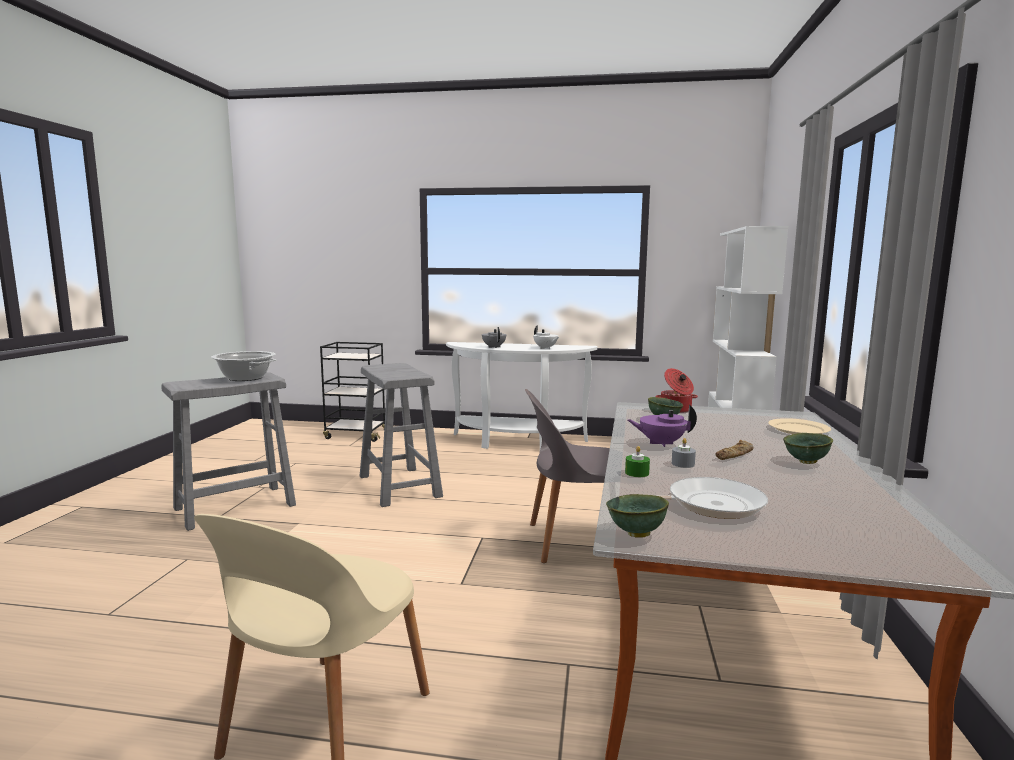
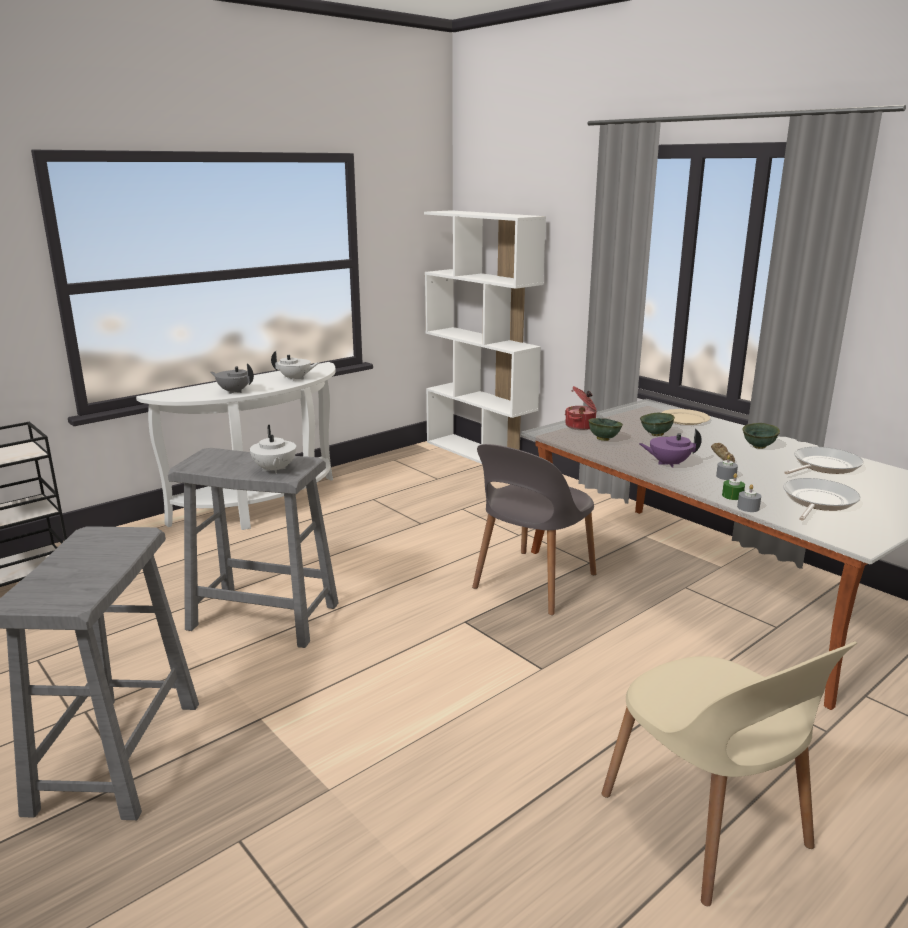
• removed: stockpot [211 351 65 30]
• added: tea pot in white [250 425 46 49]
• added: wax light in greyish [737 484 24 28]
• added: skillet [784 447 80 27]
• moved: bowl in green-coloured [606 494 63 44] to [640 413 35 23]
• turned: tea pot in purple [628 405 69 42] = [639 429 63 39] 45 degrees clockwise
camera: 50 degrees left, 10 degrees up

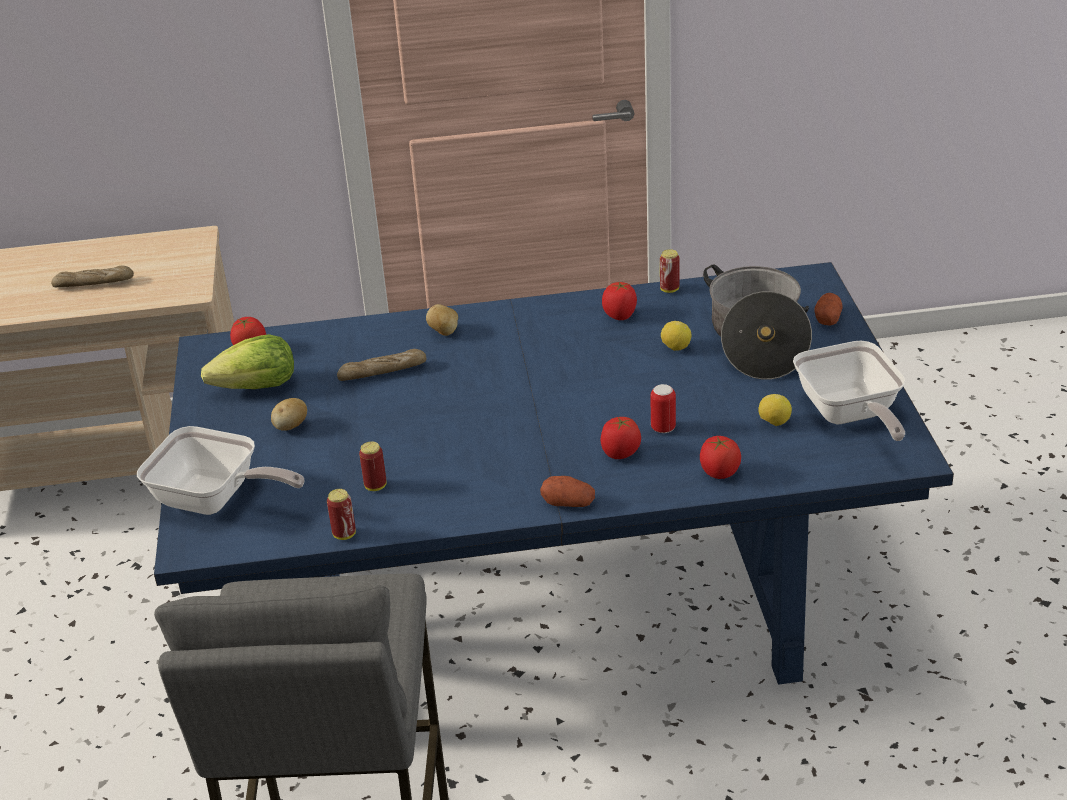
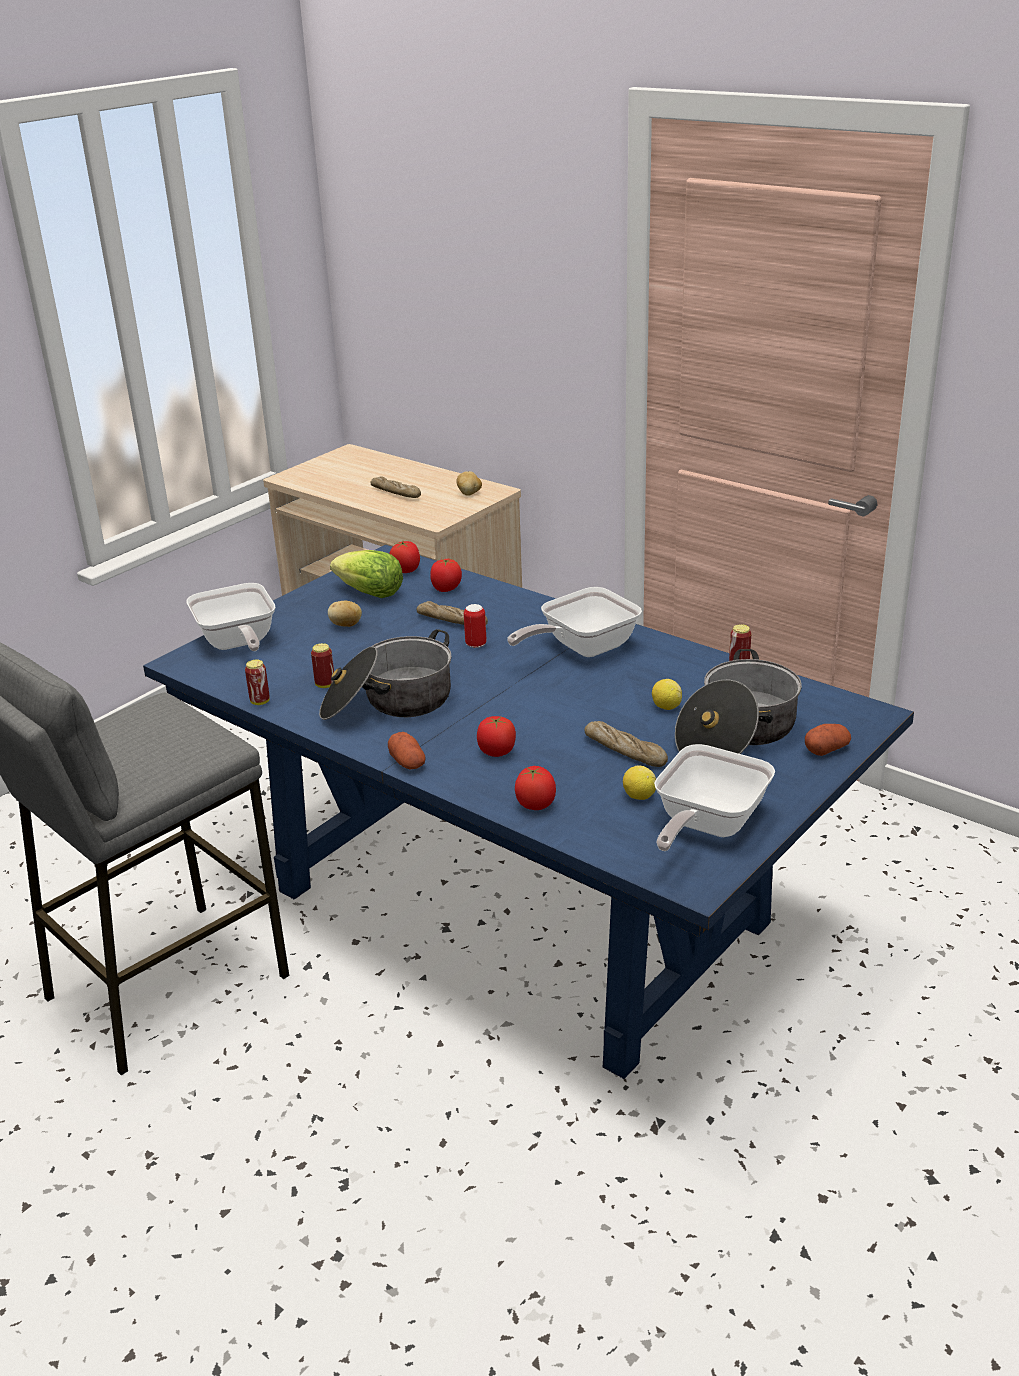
• added: stockpot [319 629 133 91]
• added: skillet [507 587 135 70]
• added: baked bread [584 721 84 46]
• moved: whole potato [426 304 32 32] to [456 471 26 25]
• moved: whole tomato [602 282 35 38] to [430 559 32 33]
• moved: metal can [650 384 26 49] to [464 604 23 44]
camera: 45 degrees right, 5 degrees down

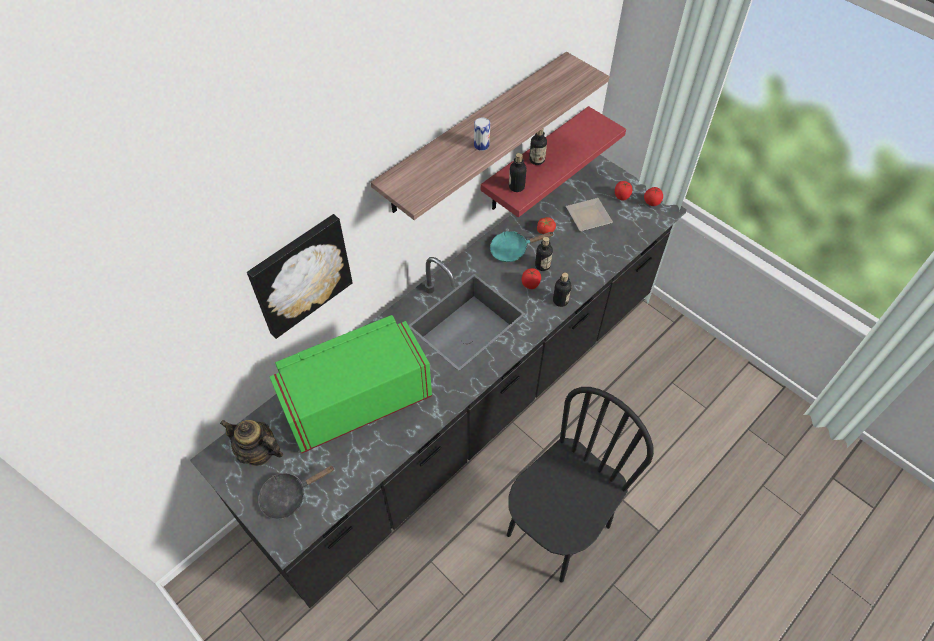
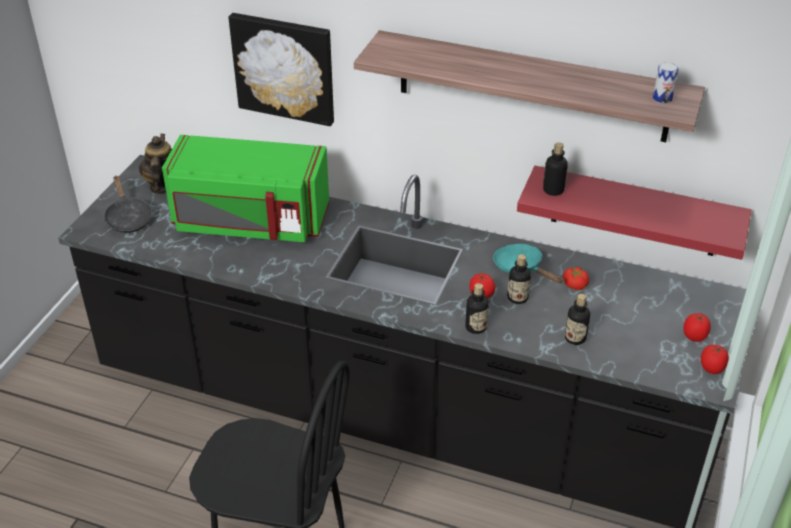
• removed: flat dish [566 198 47 33]
• moved: metal can [474 118 16 33] to [653 62 25 42]
• moved: bottle [529 128 18 37] to [565 294 25 51]
• turned: skillet in black [258 466 77 53] = [104 176 48 57] 150 degrees counterclockwise
• turned: microwave oven in green-coloured [270 315 162 138] = [162 135 167 107] 150 degrees clockwise
camera: 65 degrees right, 15 degrees down

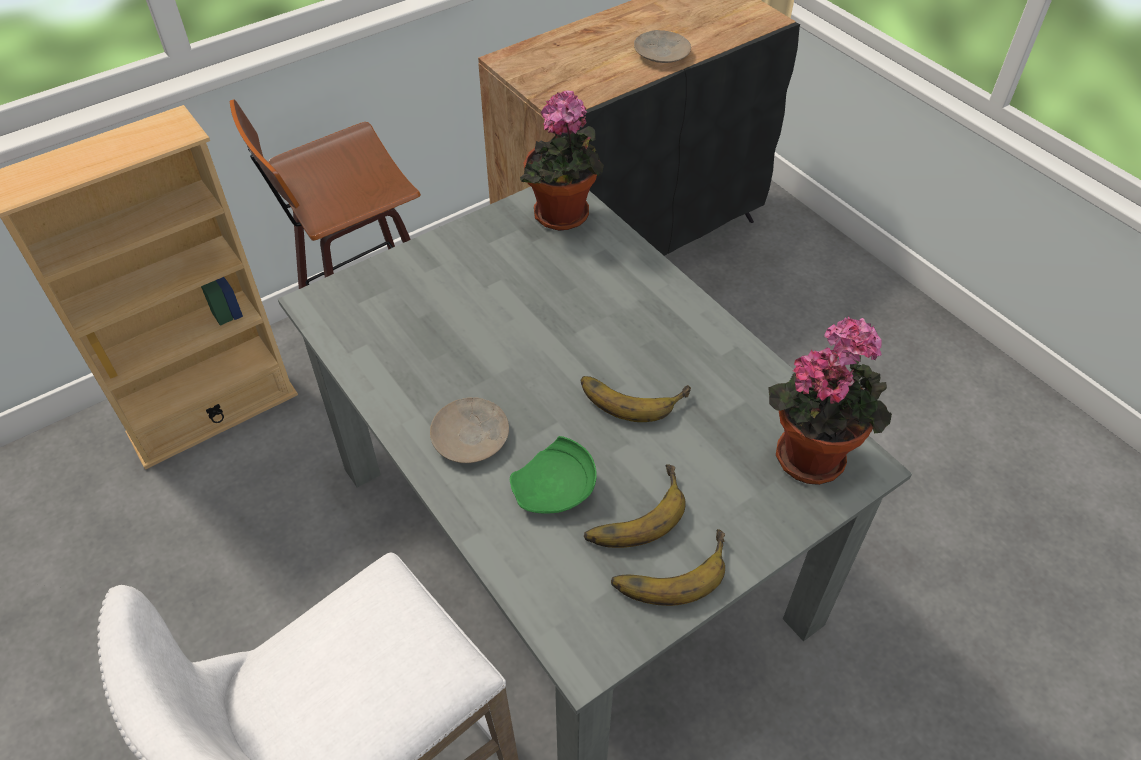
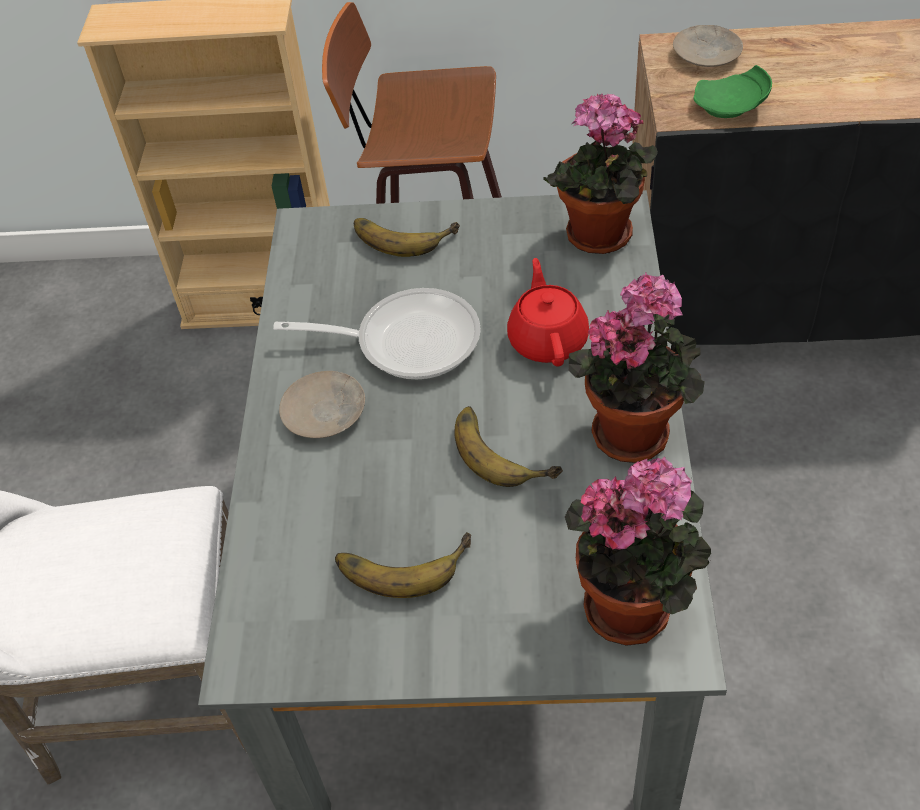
• added: skillet [273 288 208 92]
• added: tea pot in red-coloured [507 258 82 108]
• added: potted plant [569 272 136 191]
• moved: flat dish in green-coloured [510 436 87 77] to [693 65 79 53]
• moved: banana [611 529 114 77] to [354 218 106 39]
• moved: flat dish in beige-coloured [634 30 57 33] to [673 25 70 42]
camera: 40 degrees right, 0 degrees up

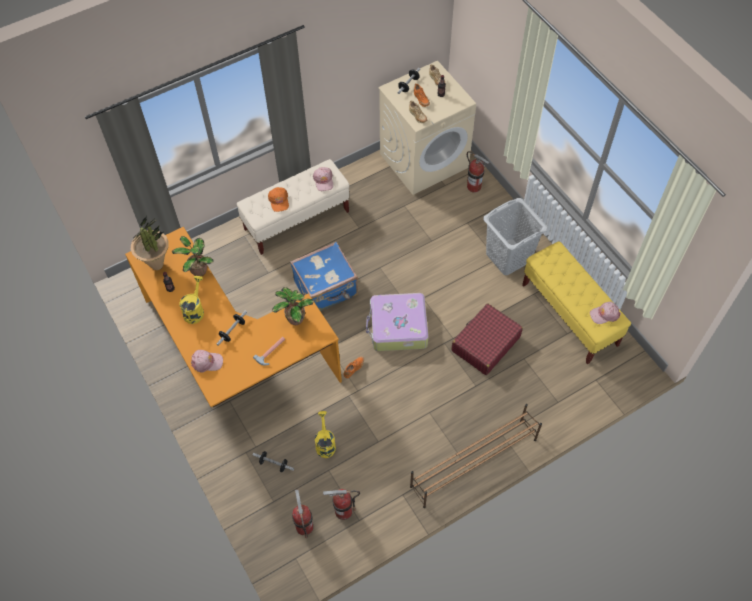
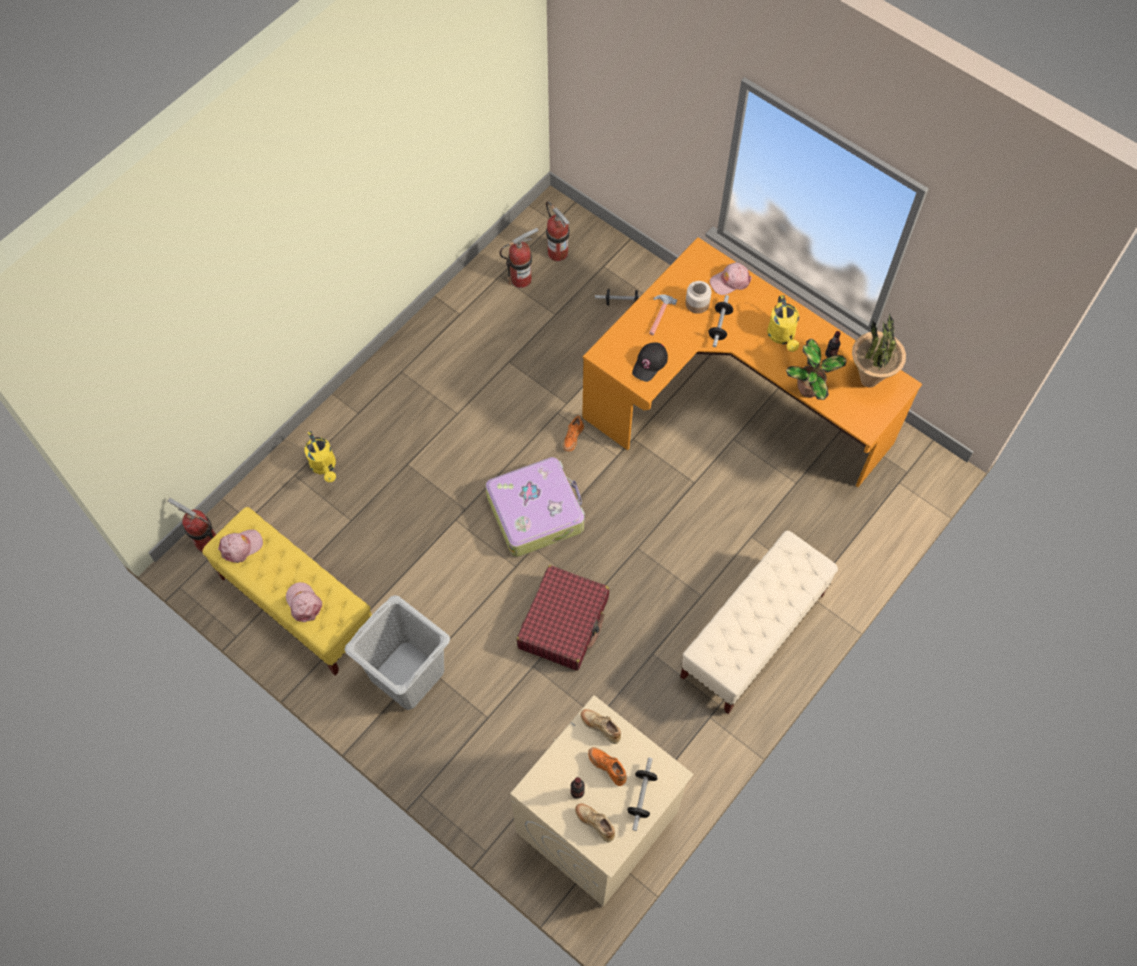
• removed: cap in orange-coloured [268 187 21 25]
• removed: piece of luggage in blue-coloured [290 242 68 69]
• removed: shoe rack in brown-coloured [410 404 132 104]
• added: storage jar [685 281 26 33]
• moved: cap in pinkish [313 167 20 24] to [286 582 36 40]
• moved: watering can in yellow [315 411 21 47] to [305 431 31 52]
• moved: piece of luggage in red-coloured [451 304 72 71] to [516 565 93 106]
• moved: fire-fighting cylinder [467 151 23 42] to [168 498 48 54]
• replaced: potted plant [272 287 42 38] to cap in black [632 343 36 39]
camera: 160 degrees right, 5 degrees up

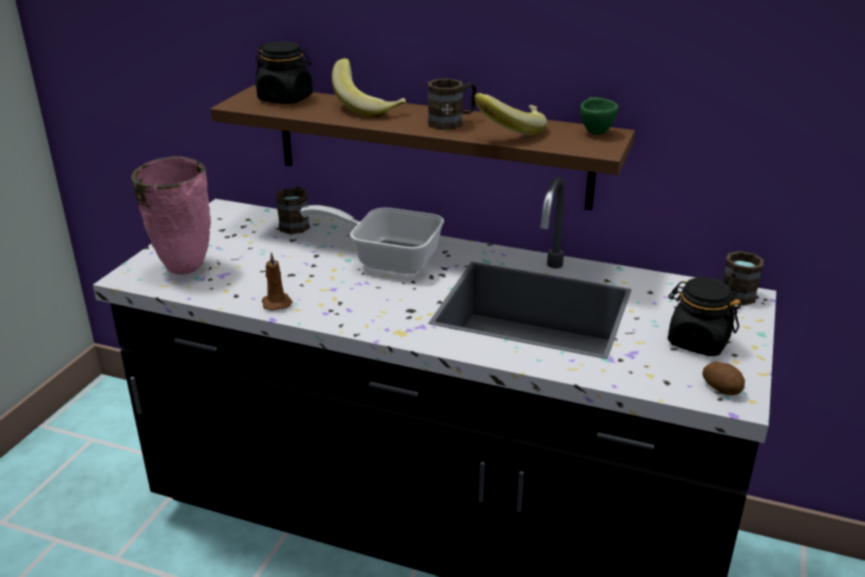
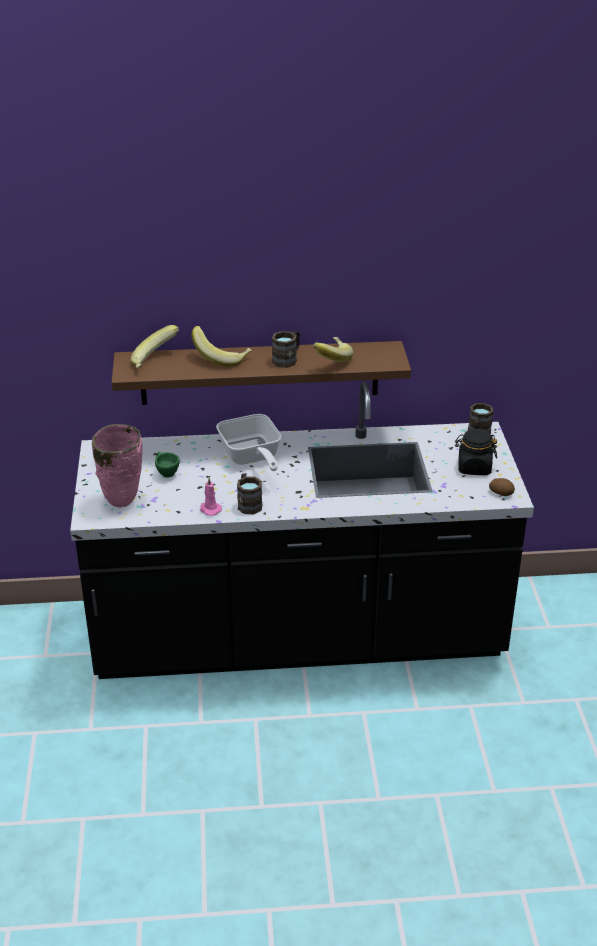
• moved: tea mug in brown-coloured [276 187 34 47] to [237 473 26 41]
• moved: drinking cup in green-coloured [580 97 38 38] to [155 452 25 26]
• replaced: storage jar in black [256 42 57 62] to banana [131 325 48 43]
• recoloured: wax light in brown-coloured [262 252 30 59] to wax light in pinkish [200 478 22 38]
• turned: skillet [300 205 144 69] = [216 414 66 57] 105 degrees counterclockwise
camera: 25 degrees left, 5 degrees up

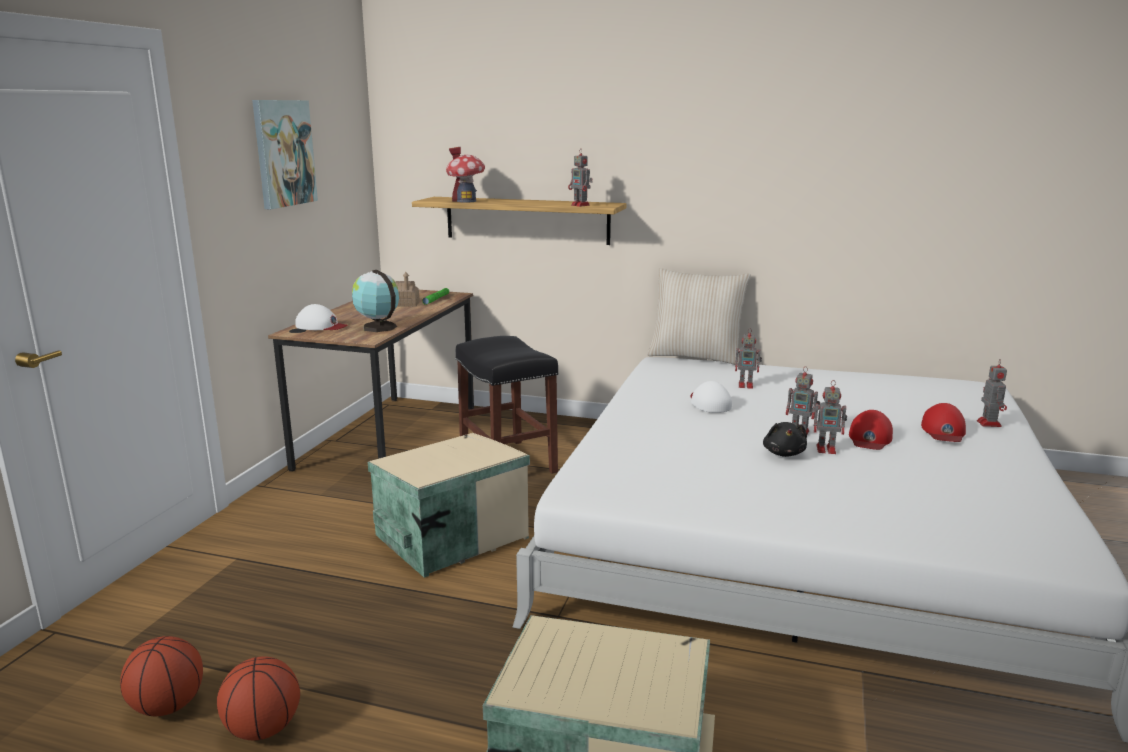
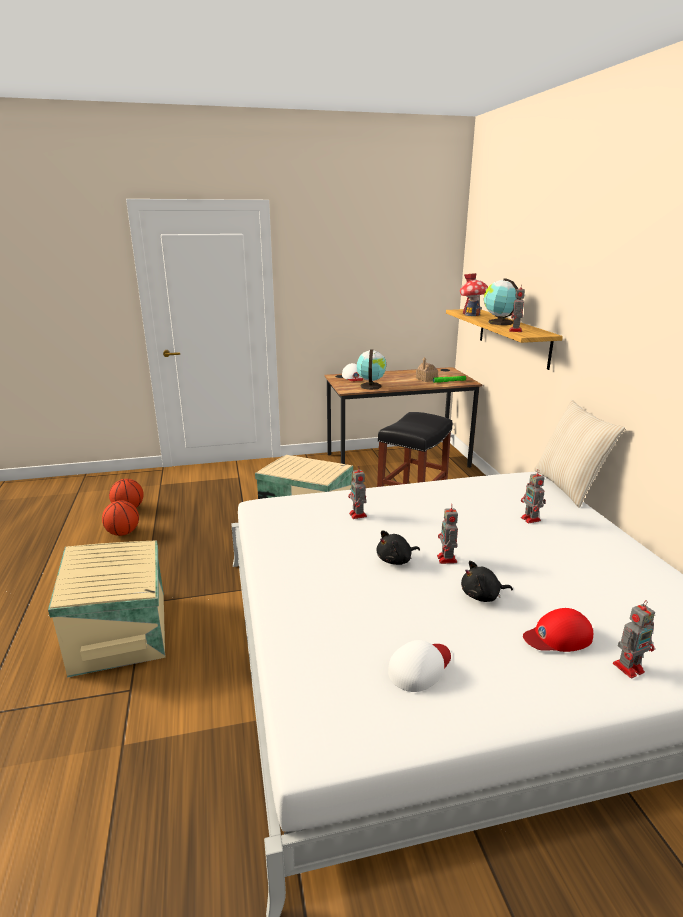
• removed: wall art [252 100 66 109]
• added: world globe [484 278 34 47]
• moved: cap in white [690 381 42 32] to [388 640 63 52]
• moved: toy robot [814 380 33 74] to [348 465 19 54]
• replaced: cap in red-coloured [849 410 44 40] to plush toy in black [461 561 52 41]
camera: 60 degrees right, 5 degrees up

